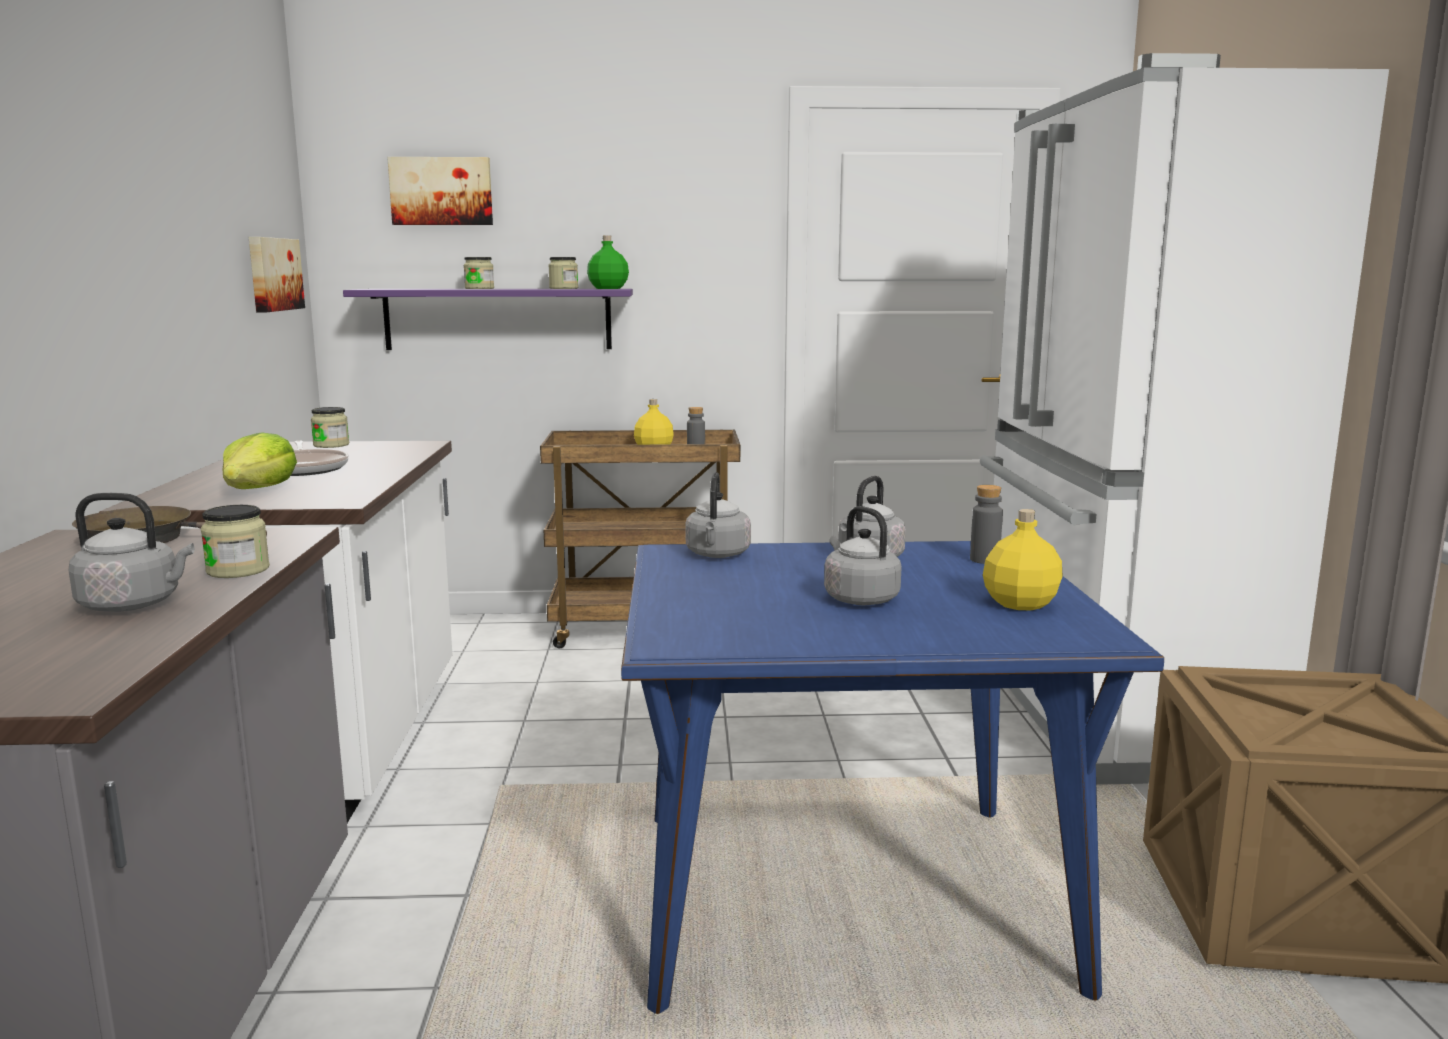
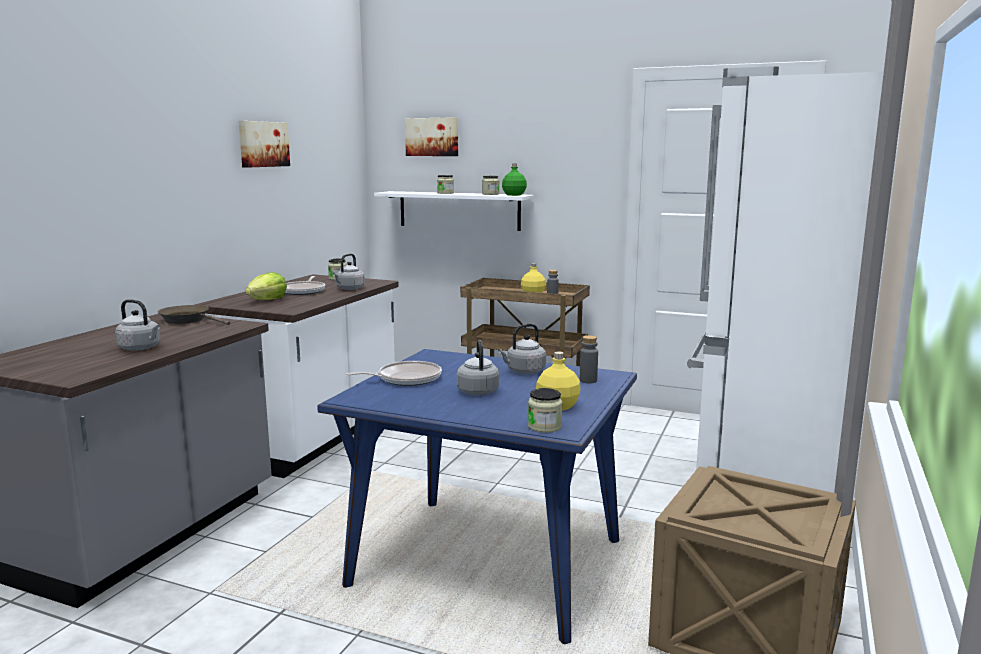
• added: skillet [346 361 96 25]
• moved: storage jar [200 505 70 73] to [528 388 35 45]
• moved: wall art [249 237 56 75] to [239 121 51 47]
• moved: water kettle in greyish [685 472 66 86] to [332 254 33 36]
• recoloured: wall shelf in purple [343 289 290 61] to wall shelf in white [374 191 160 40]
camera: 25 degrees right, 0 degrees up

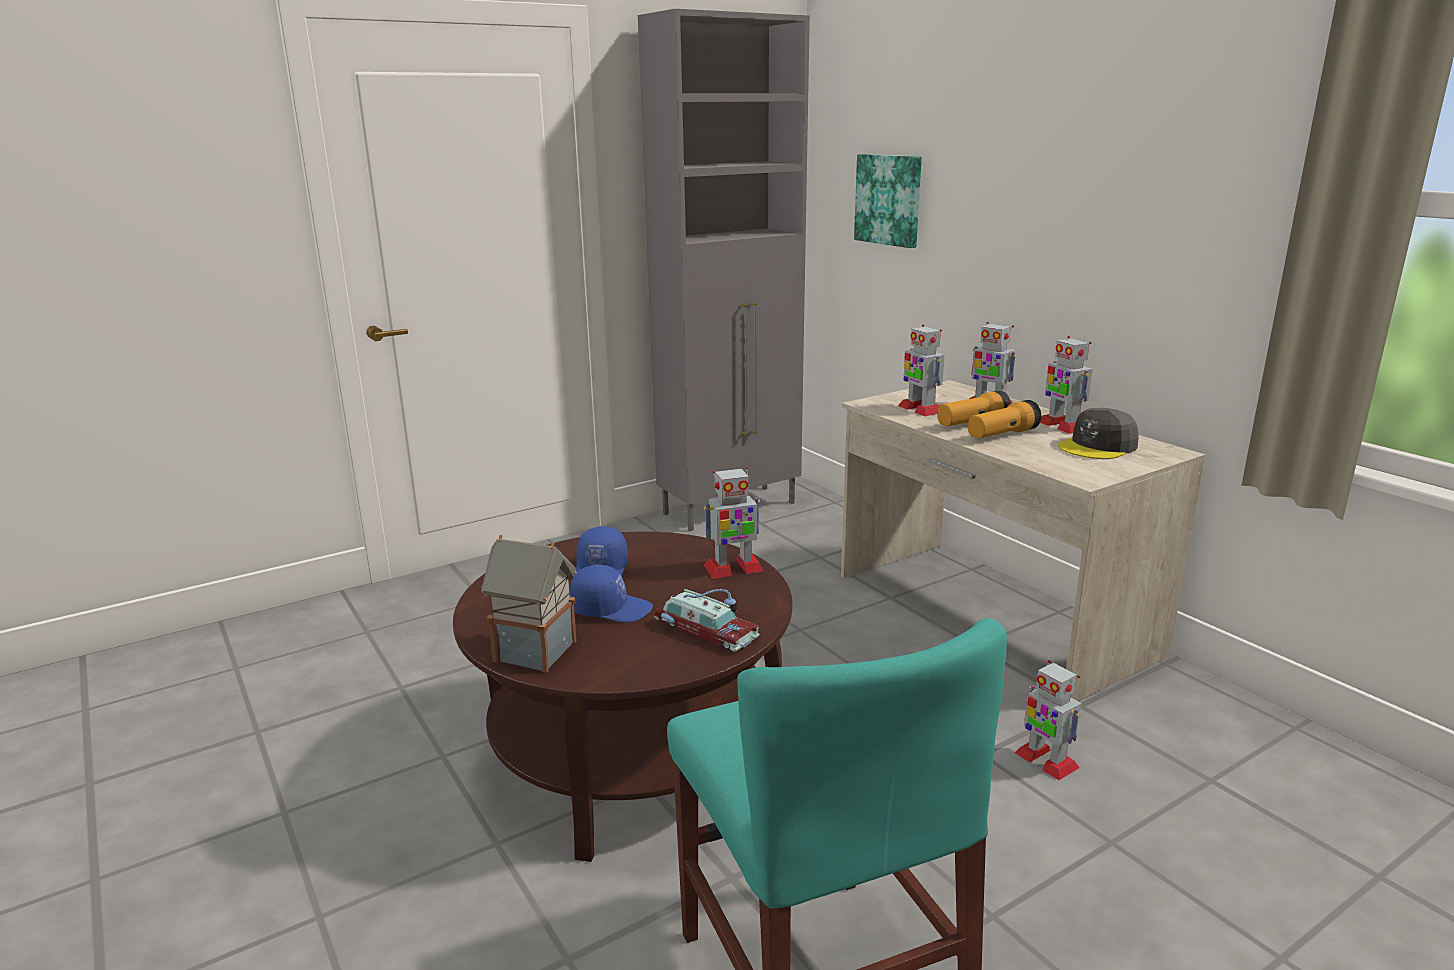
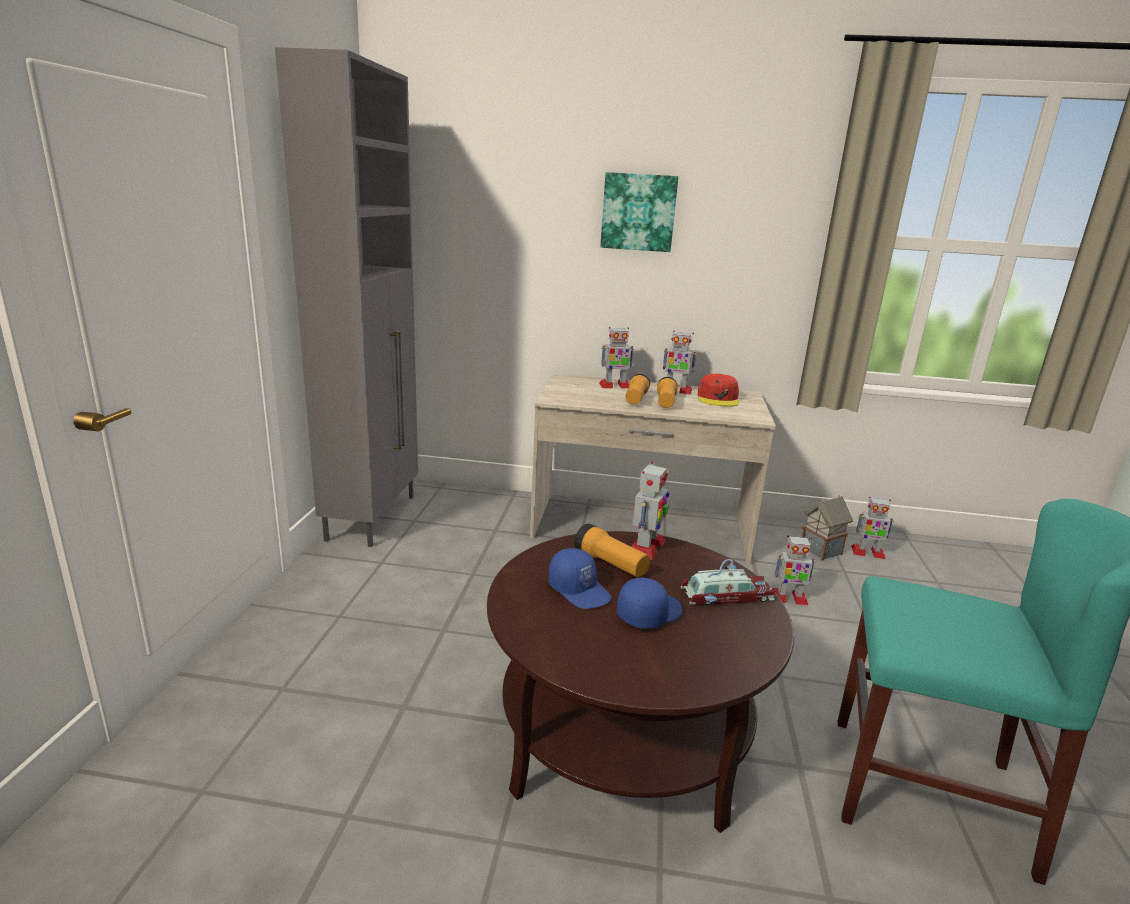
• added: torch [574 523 76 54]
• moved: miniature house [481 535 96 138] to [802 495 51 66]
• moved: wall art [854 154 68 94] to [600 172 78 80]
• moved: toy robot [898 324 47 92] to [851 497 42 62]
• recoloured: cap in greyish [1058 408 81 51] to cap in red-coloured [698 374 41 32]
camera: 50 degrees left, 0 degrees up

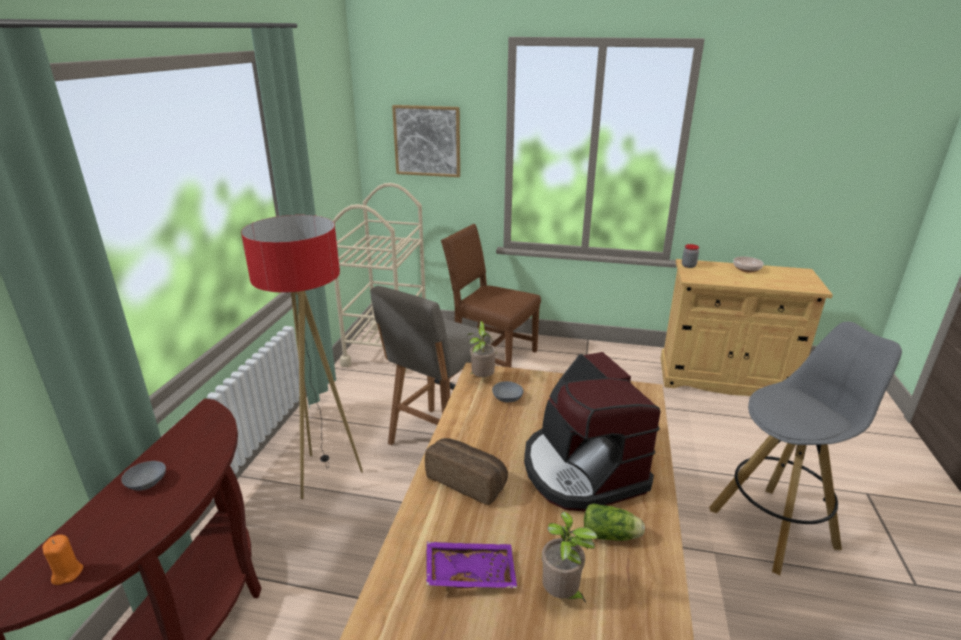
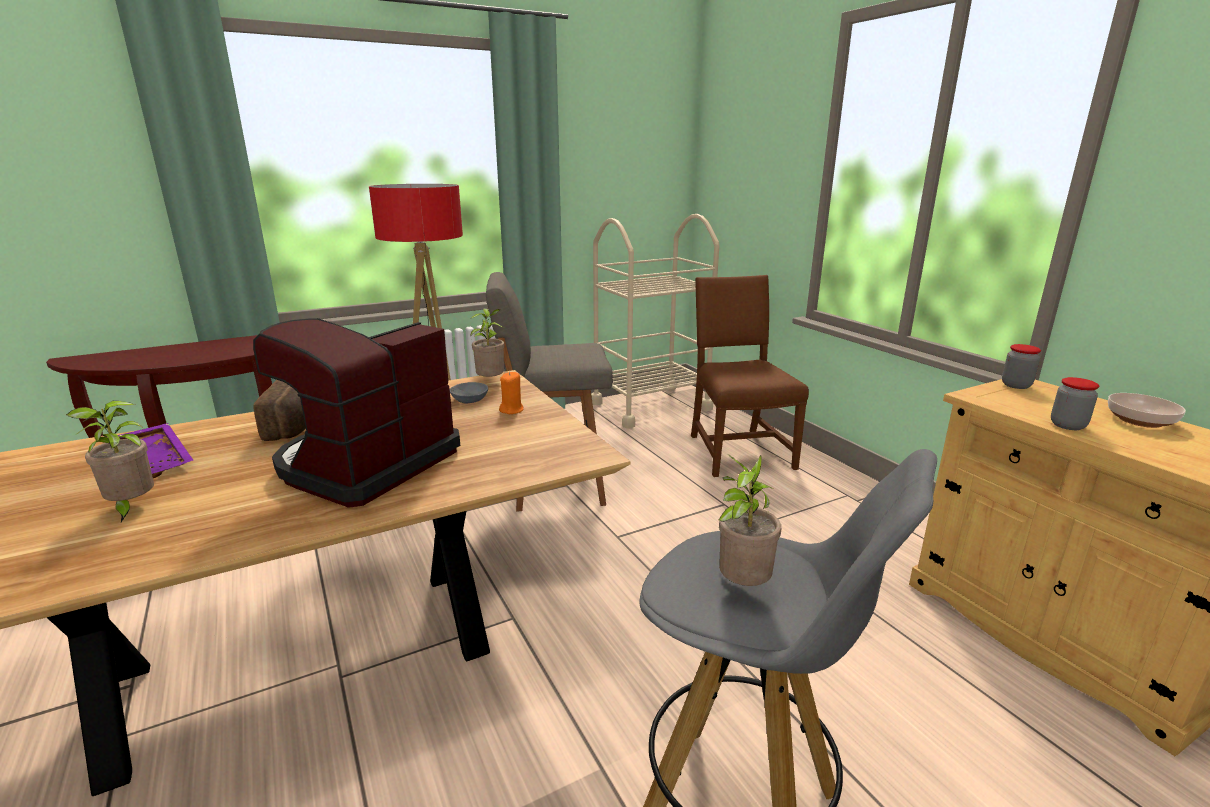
• removed: bowl in greyish [121 461 45 29]
• removed: wall art [392 105 68 72]
• removed: lettuce [584 503 61 38]
• added: potted plant [719 454 62 132]
• added: storage jar [1051 377 48 53]
• moved: wax light in orange-coloured [43 535 40 50] to [499 372 24 42]
camera: 50 degrees right, 5 degrees down

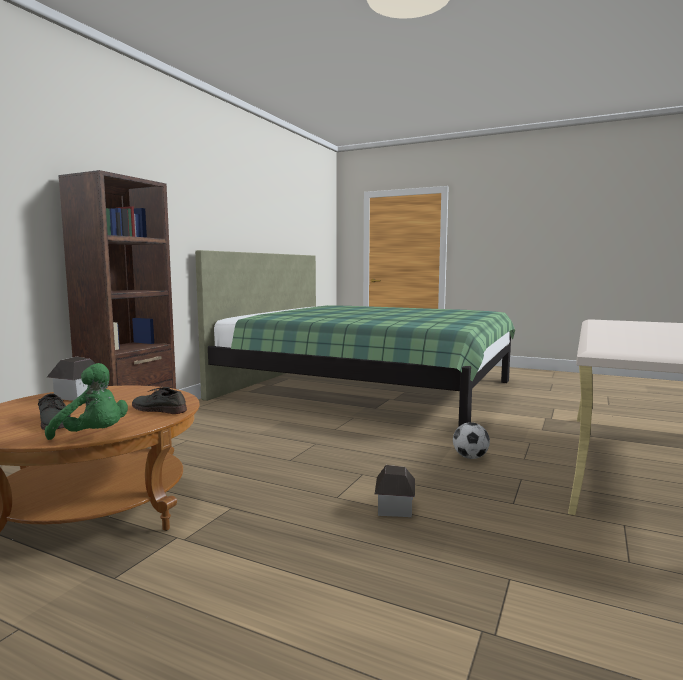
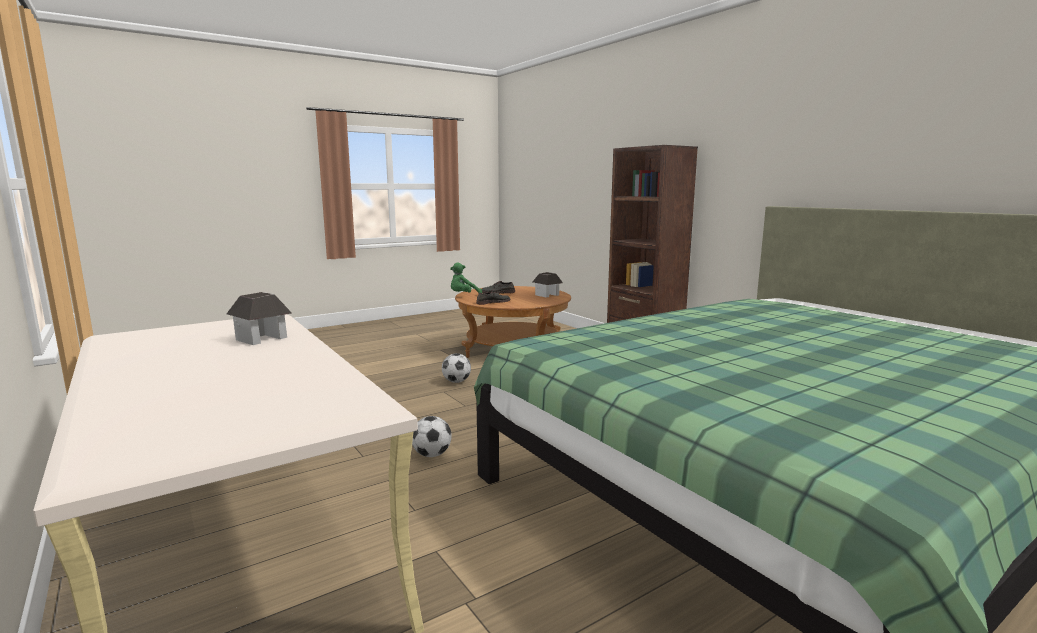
• added: football ball [442 353 29 30]
• moved: miniature house [375 465 40 52] to [227 292 65 53]
camera: 120 degrees right, 5 degrees up

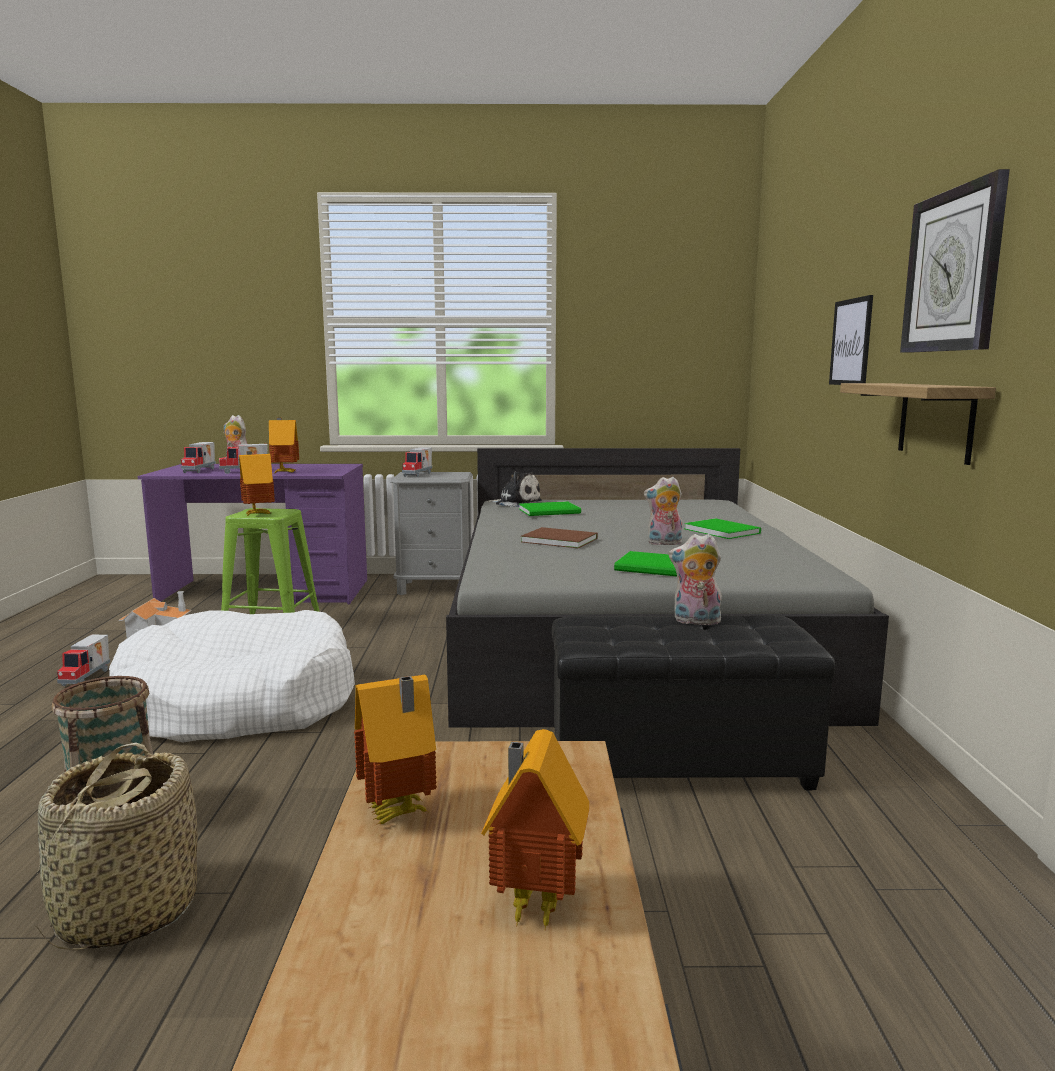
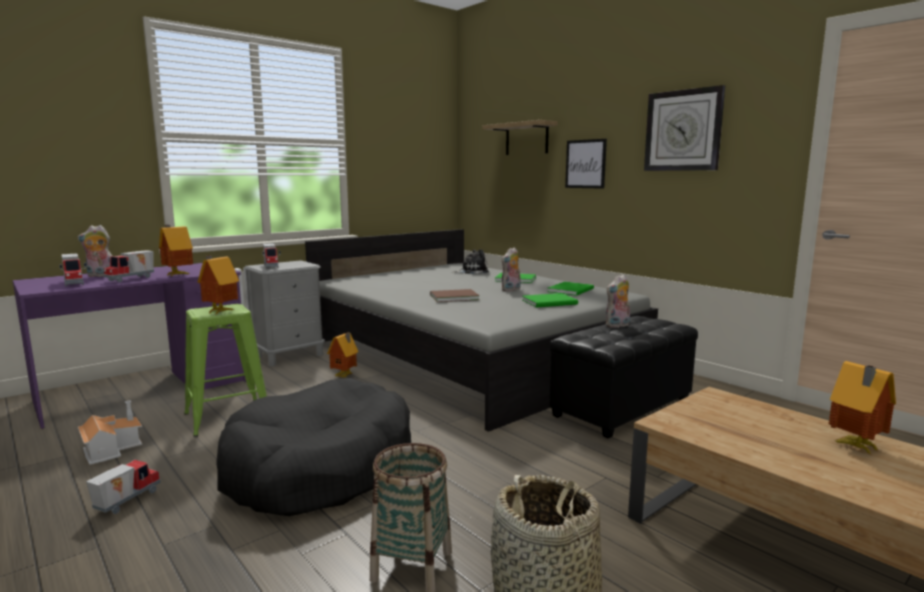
• moved: miniature house [354 675 83 150] to [327 332 31 46]
• moved: plush toy [487 472 55 35] to [452 249 37 25]
• moved: book in green-coloured [519 501 62 15] to [547 282 47 14]
• moved: wall shelf [840 383 156 82] to [483 120 74 35]
• recoloured: pet bed in white [109 610 246 132] to pet bed in black [216 378 195 138]
• turned: toy lorry [57 635 53 51] = [86 460 75 54] 120 degrees counterclockwise
camera: 40 degrees left, 0 degrees up

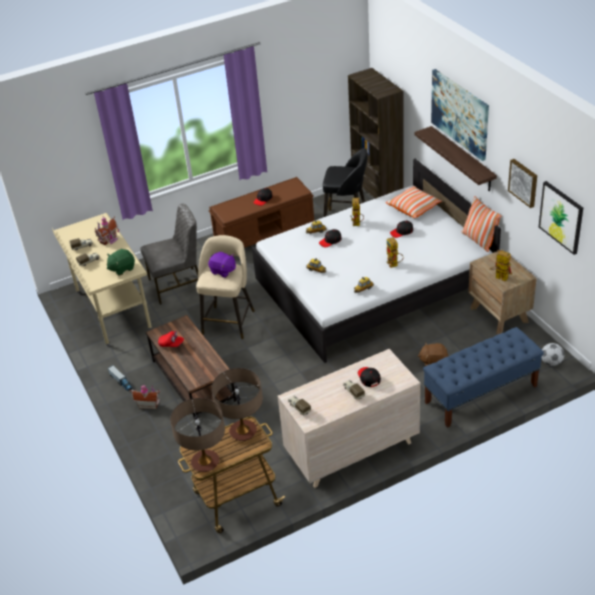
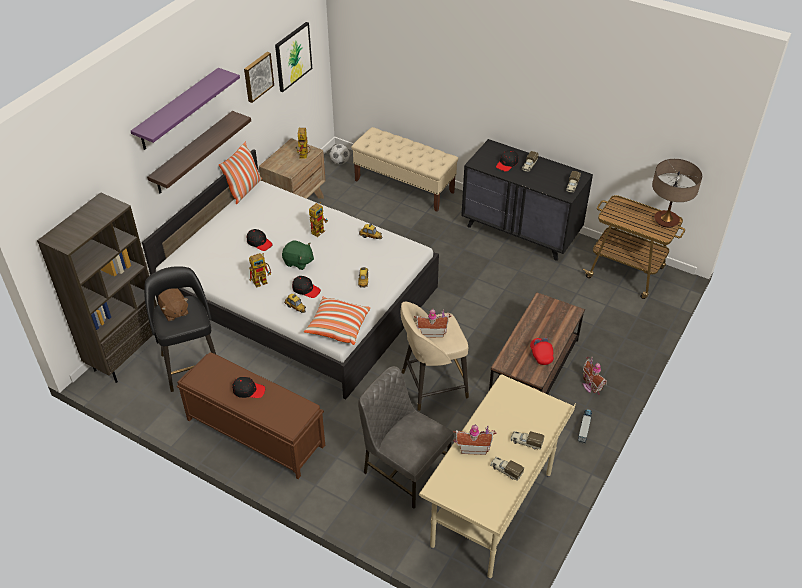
• removed: tabletop lamp [211 368 52 73]
• moved: plush toy in green-coloured [107 249 28 27] to [282 240 32 30]
• moved: throw pillow [386 186 56 32] to [304 297 66 48]
• moved: plush toy in brown-coloured [418 342 30 24] to [158 288 30 33]
• replaced: plush toy in purple [208 252 28 26] to miniature house [414 309 37 28]
• replaced: wall art [431 69 58 92] to wall shelf in purple [131 68 109 82]
• recoloured: dresser in beige-coloured [278 349 142 139] to dresser in black [461 139 132 122]
• recoloured: long seat in blue-coloured [423 327 121 101] to long seat in beige-coloured [351 127 107 85]
camera: 125 degrees left, 5 degrees up

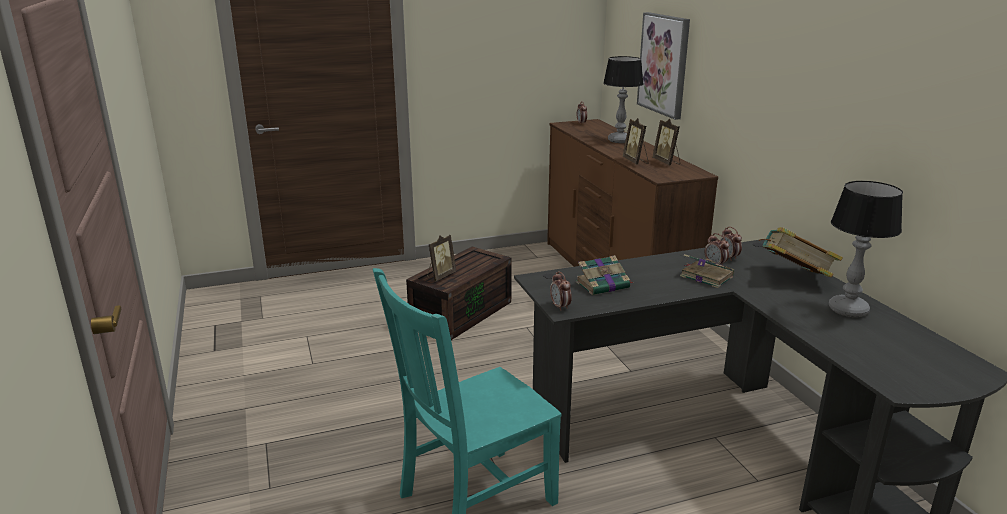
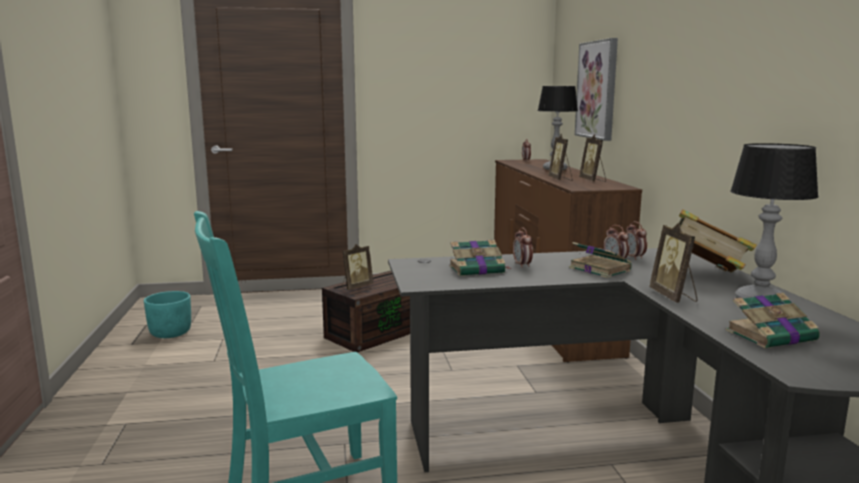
• added: planter in turquoise [144 291 47 47]
• added: picture frame [649 223 48 79]
• added: book [726 293 94 55]
• moved: table clock [550 271 22 40] to [513 227 20 41]
camera: 10 degrees right, 10 degrees down

